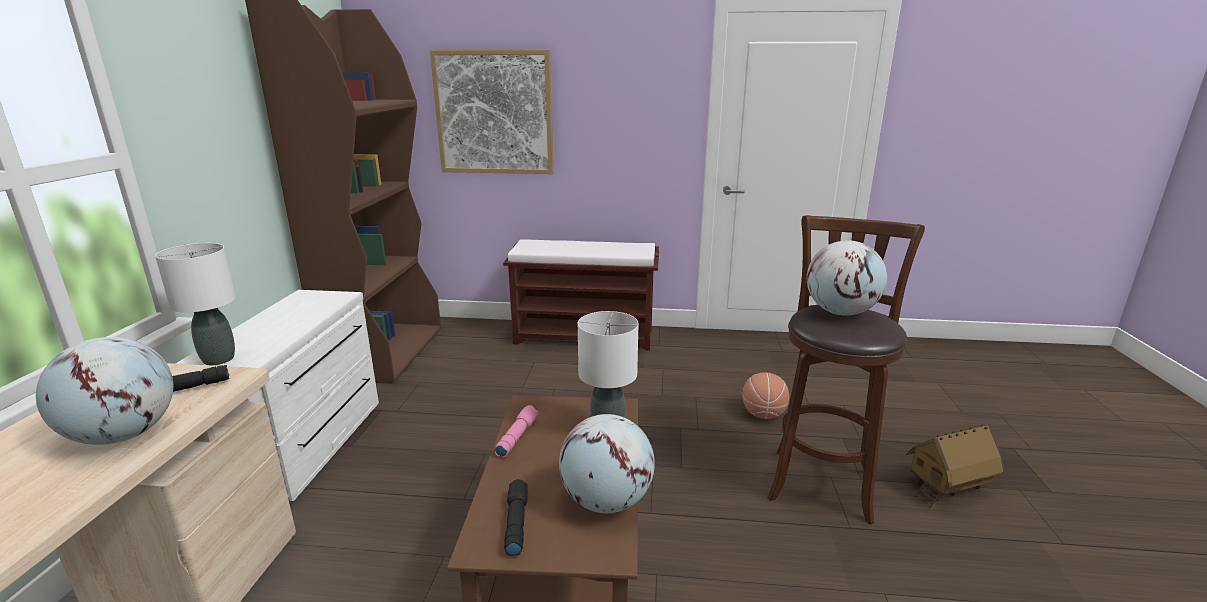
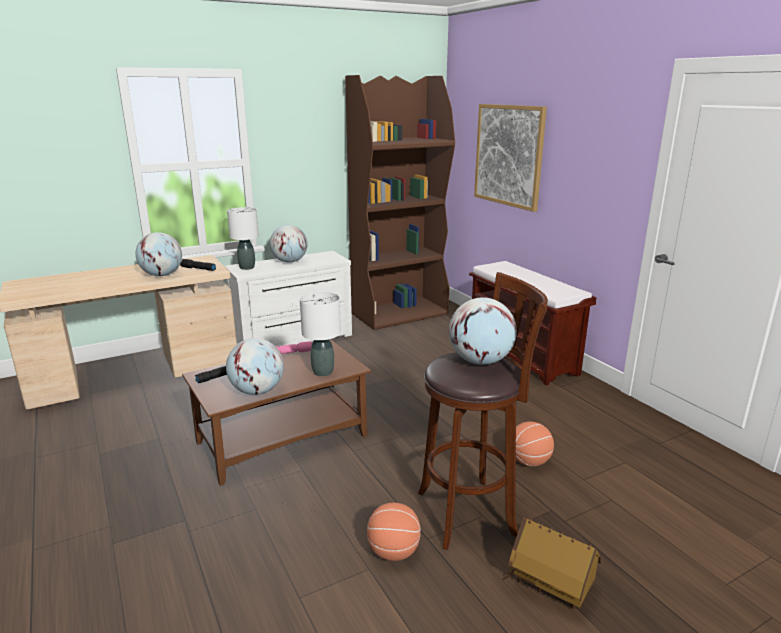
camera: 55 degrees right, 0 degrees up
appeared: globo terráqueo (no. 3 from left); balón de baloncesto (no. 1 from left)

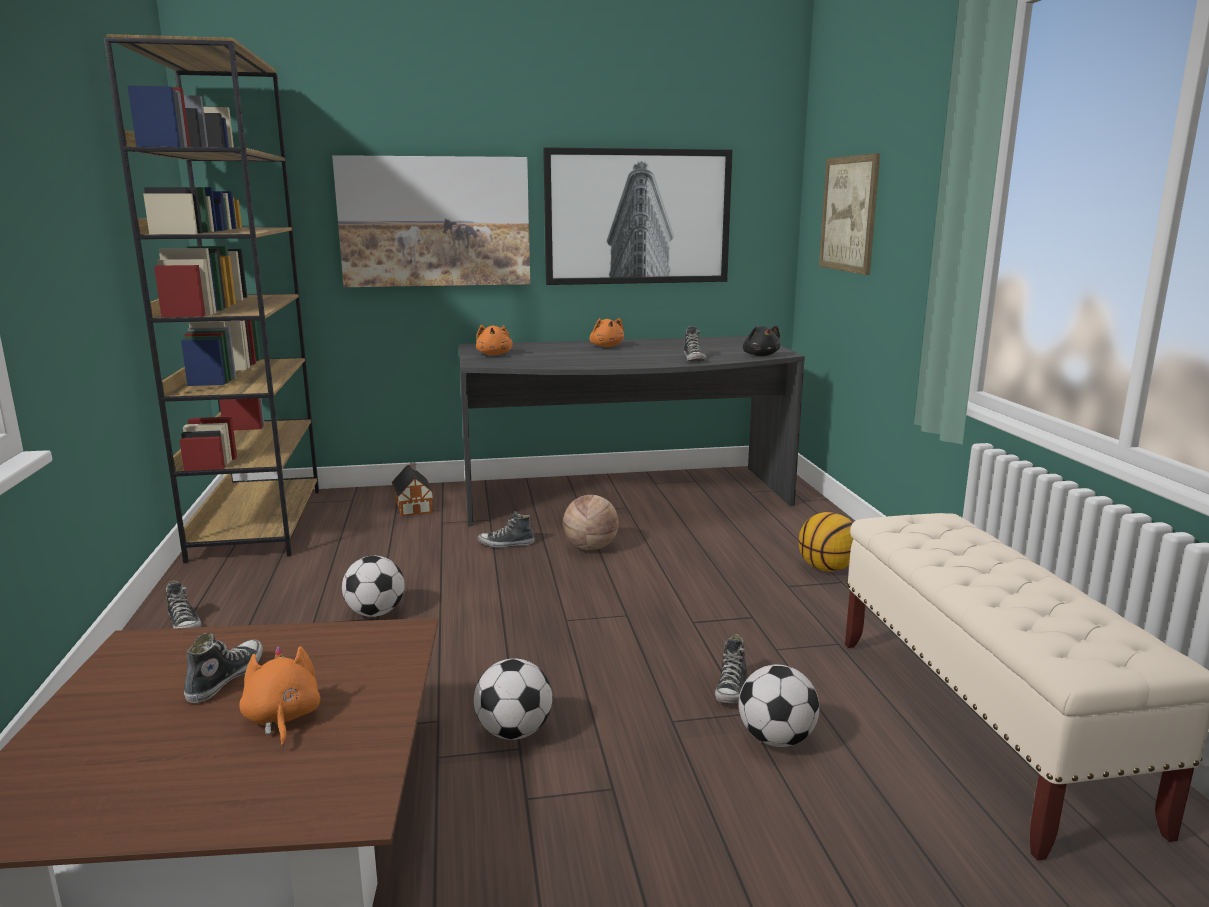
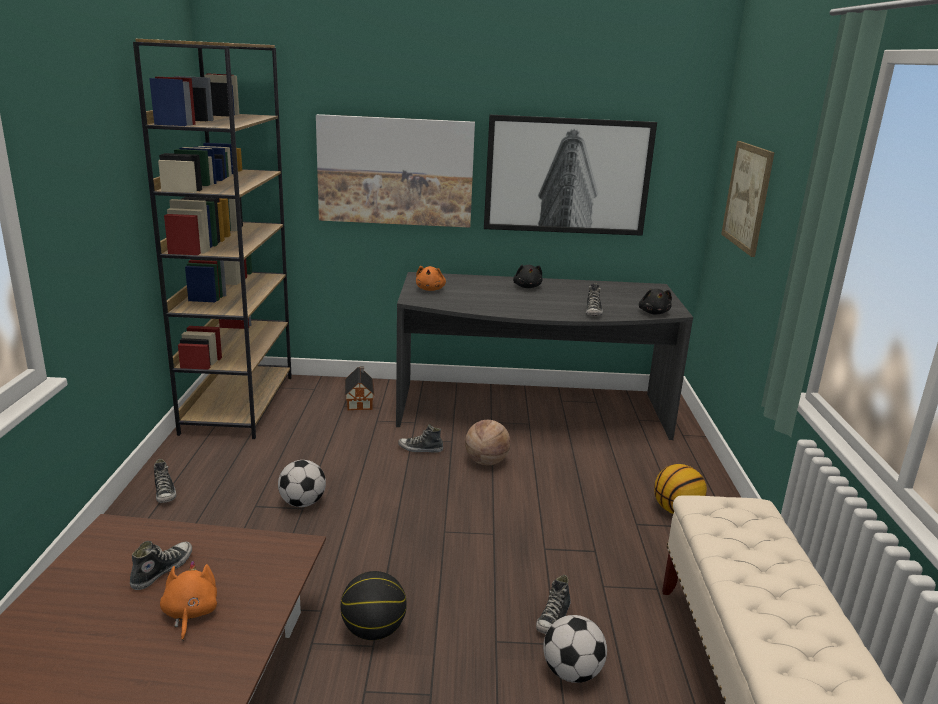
camera: 10 degrees right, 5 degrees up
exchanged: balón de fútbol (no. 2 from left) to balón de baloncesto (no. 1 from left)
colour: peluche/naranja (no. 3 from left) to peluche/negro (no. 1 from left)

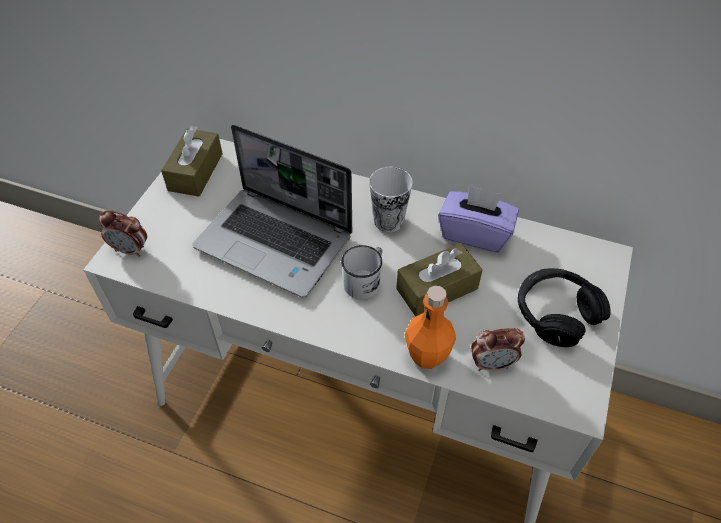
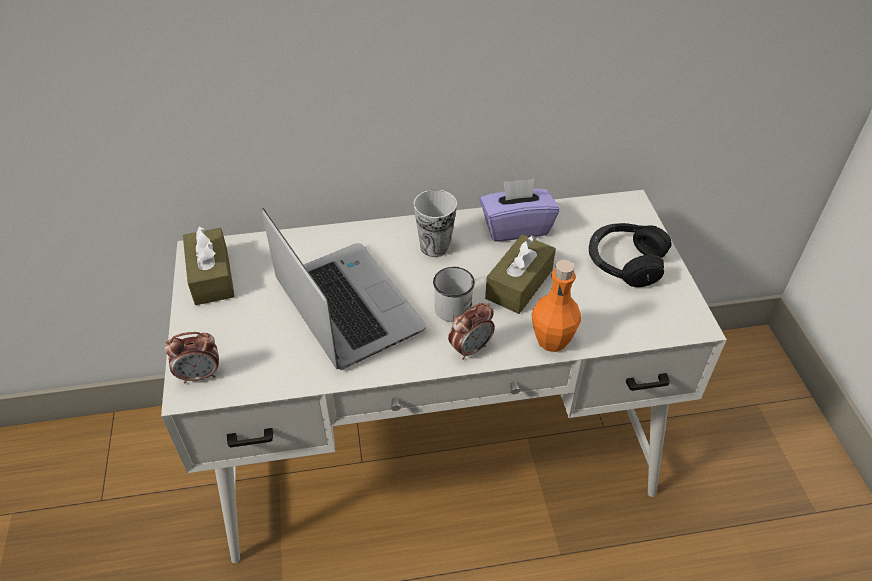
camera: 30 degrees left, 5 degrees down
relocated: despertador (no. 2 from left)
spun: portátil 120 degrees counterclockwise

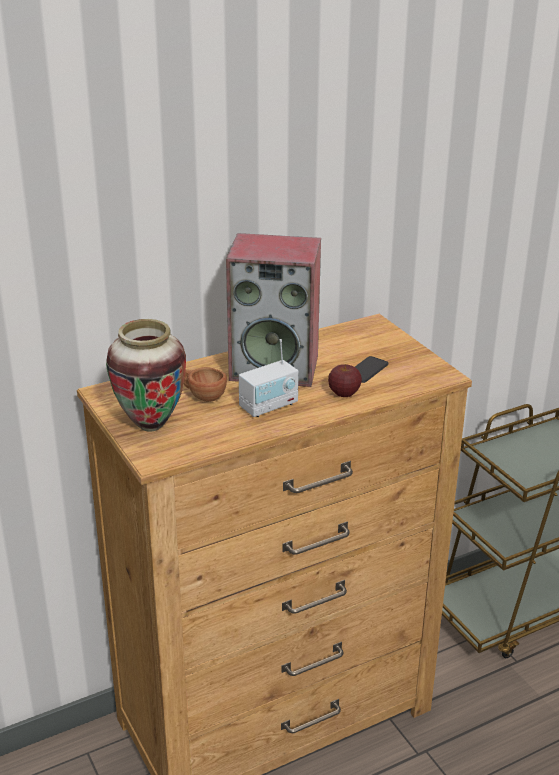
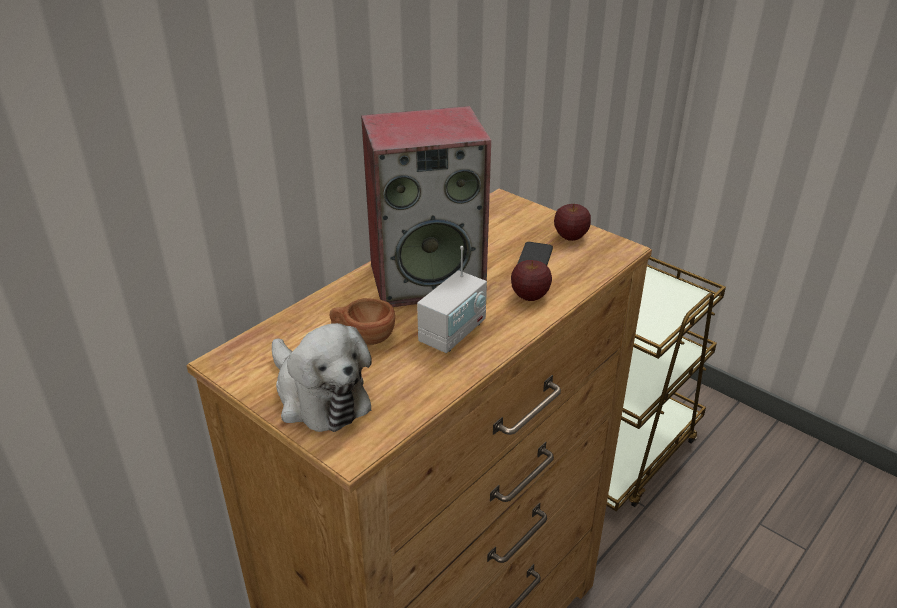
camera: 20 degrees left, 5 degrees up
appeared: manzana (no. 2 from left)
exchanged: florero to peluche

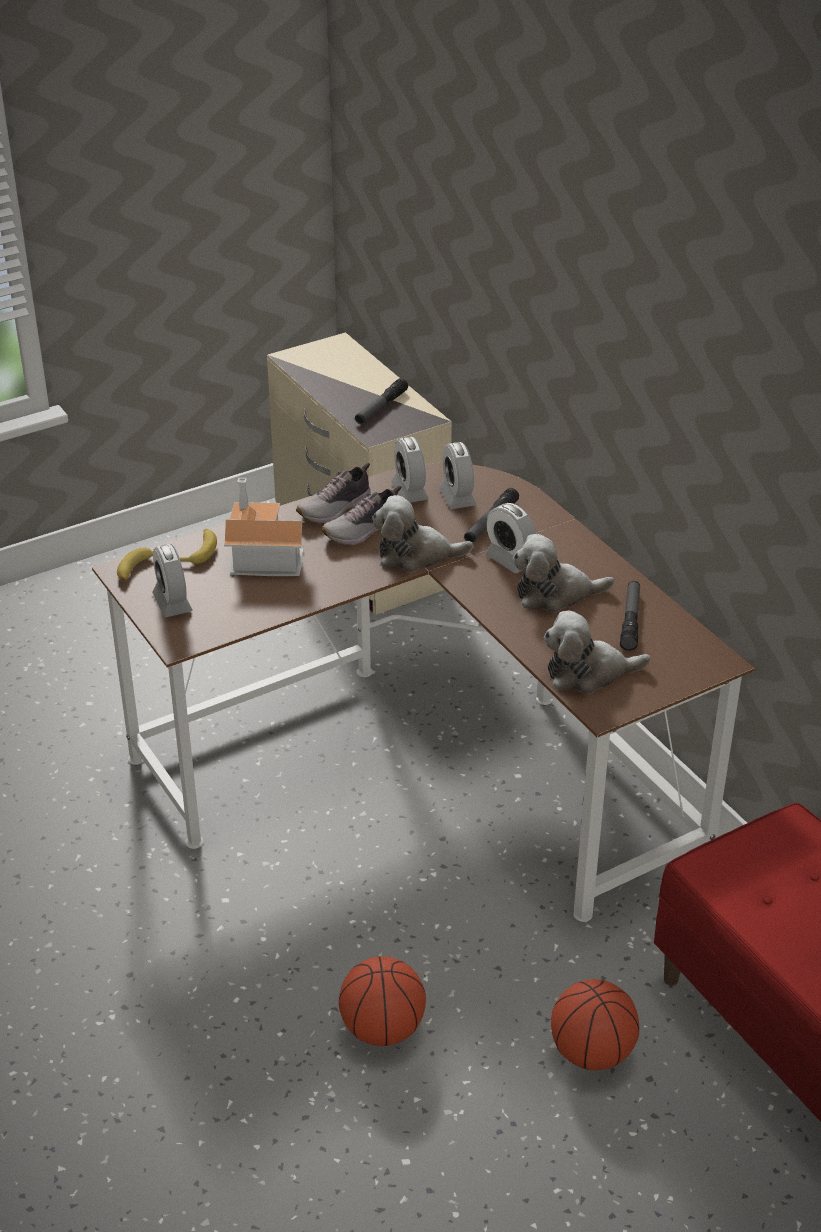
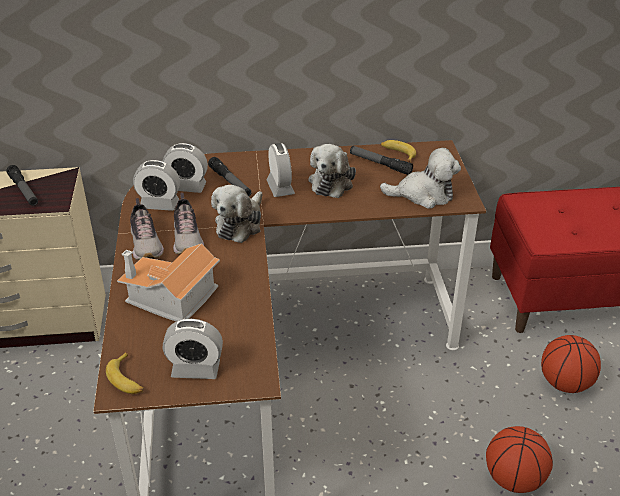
camera: 65 degrees left, 0 degrees up
relocated: plátano (no. 2 from left)
spun: despertador (no. 4 from left) 90 degrees counterclockwise; peluche (no. 3 from left) 105 degrees counterclockwise

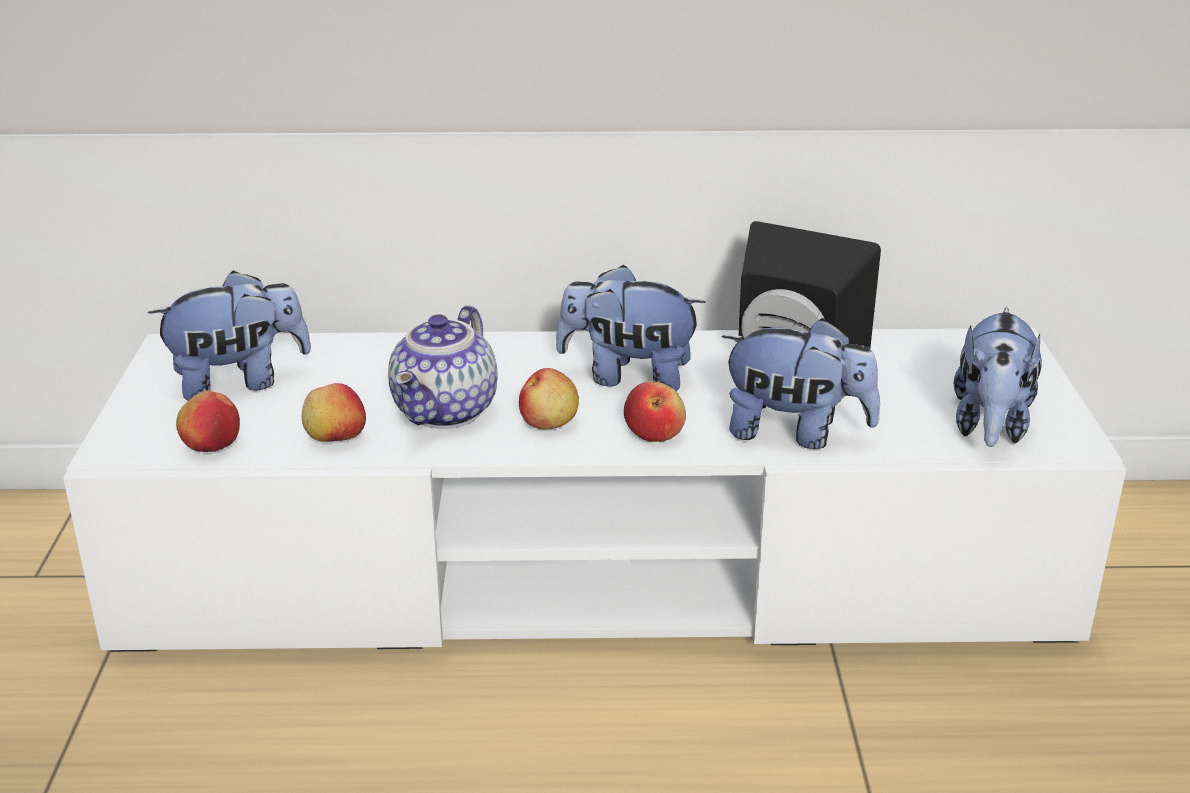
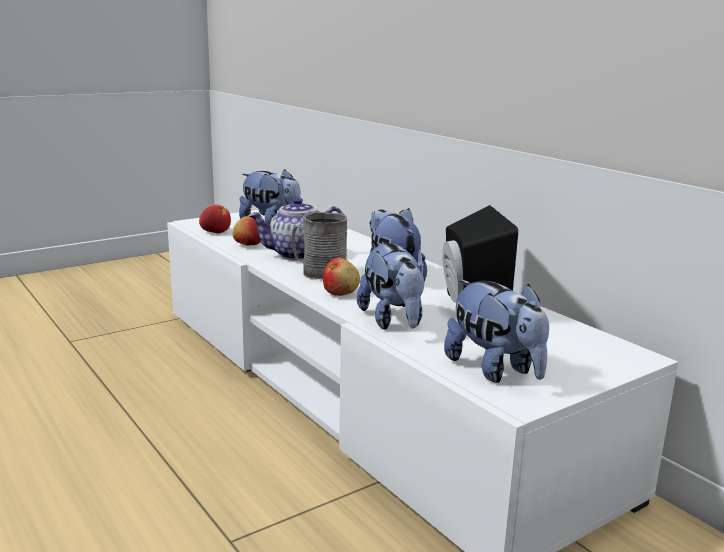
camera: 55 degrees right, 10 degrees down
exchanged: manzana (no. 3 from left) to taza grande/gris
spun: peluche (no. 4 from left) 105 degrees counterclockwise

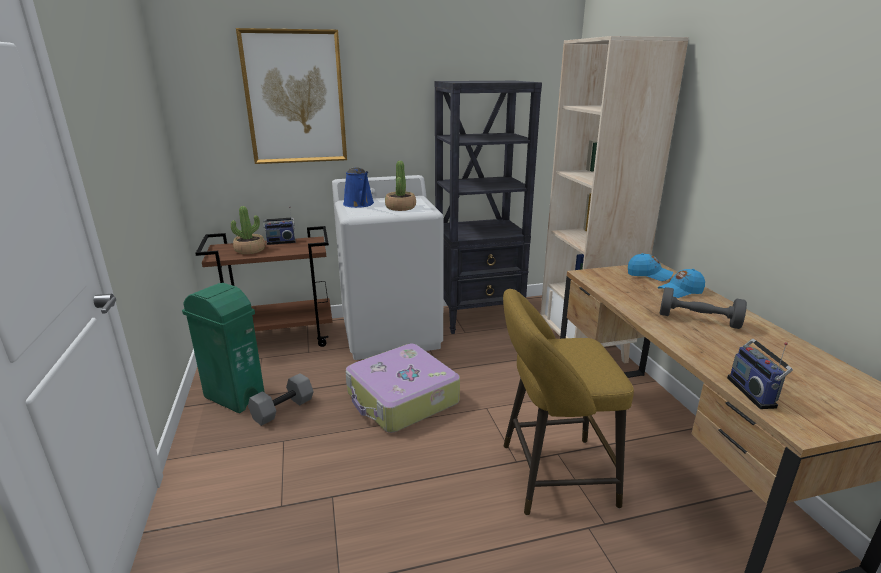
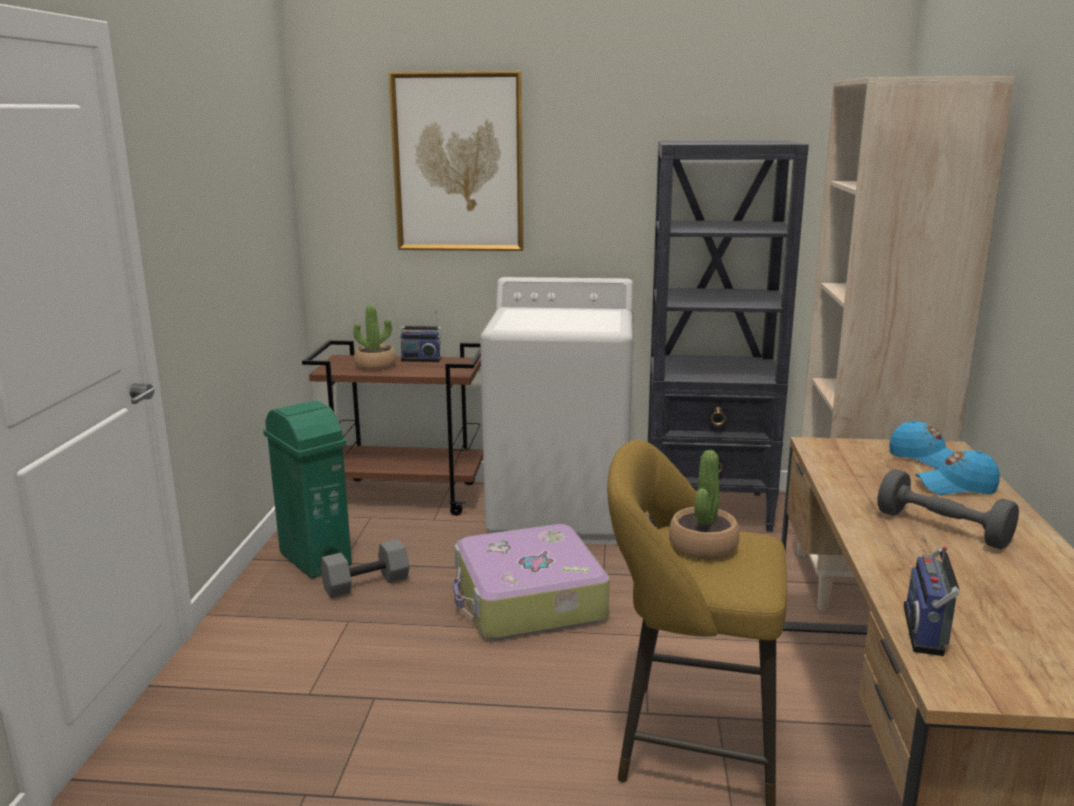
camera: 20 degrees right, 5 degrees down
missing: regadera/azul
relocated: planta en maceta (no. 2 from left)

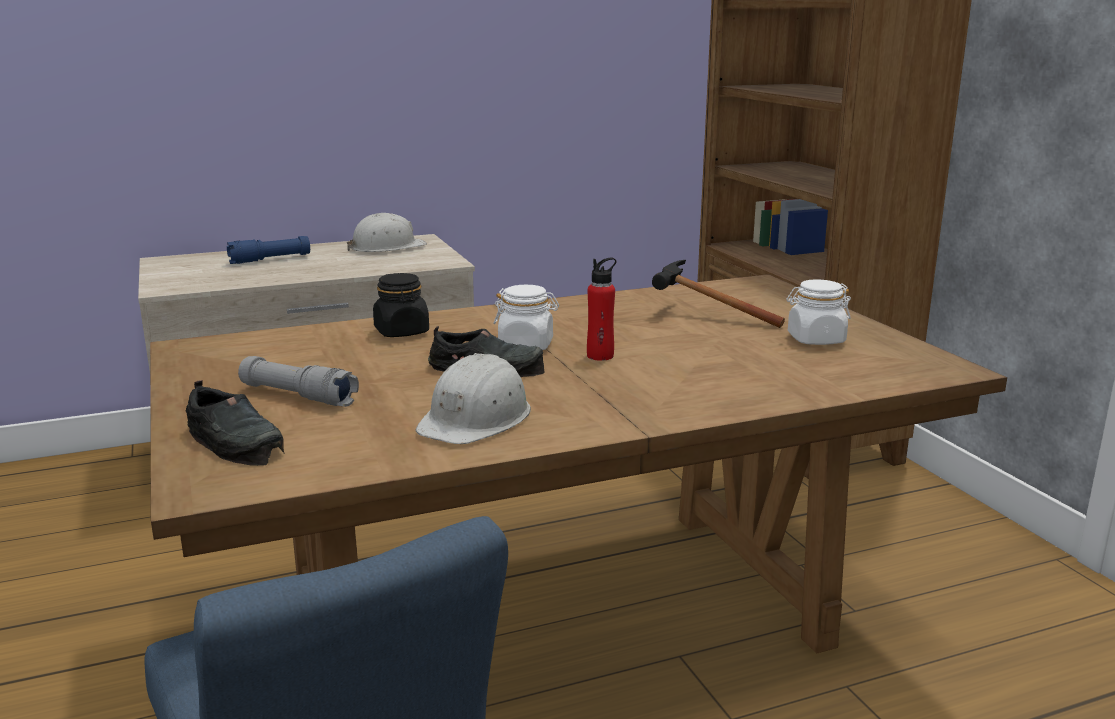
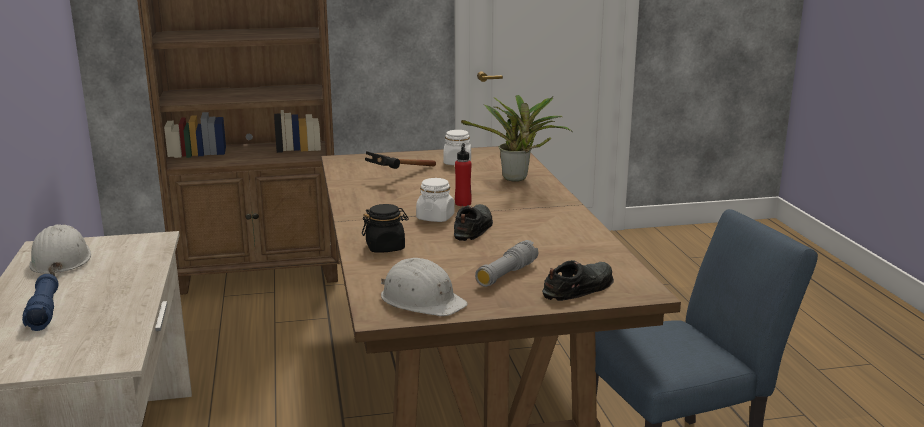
camera: 80 degrees left, 0 degrees up
appeared: planta en maceta
relocated: casco/blanco (no. 2 from left)

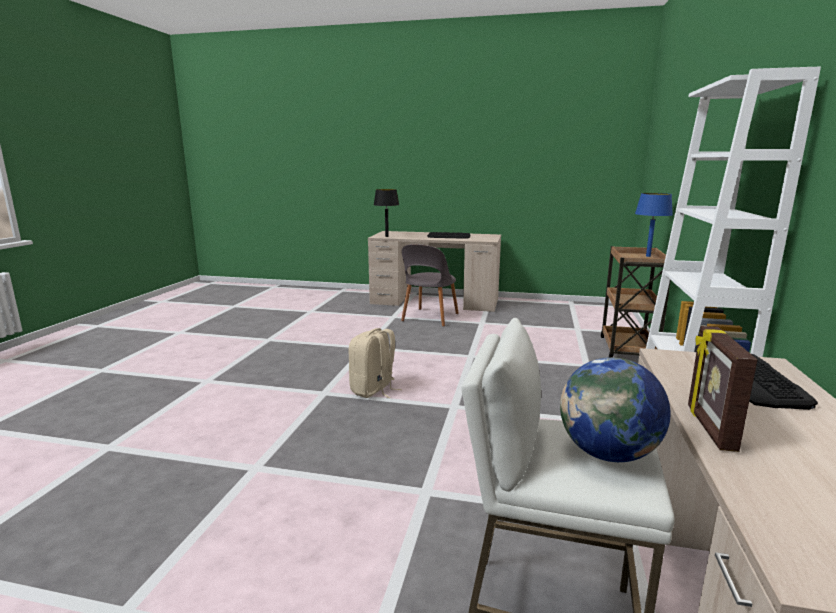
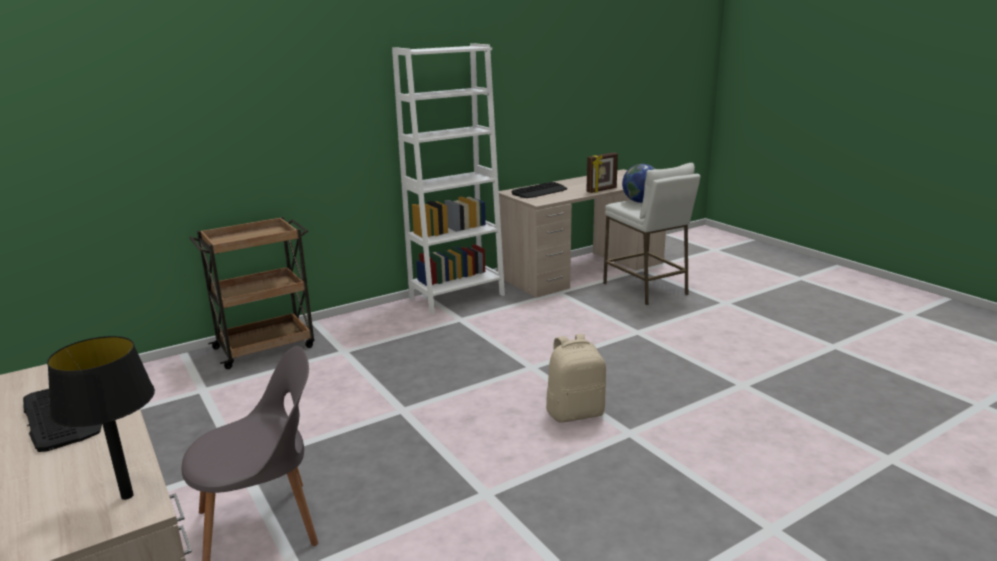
camera: 135 degrees left, 5 degrees up
missing: lámpara de mesa/azul

